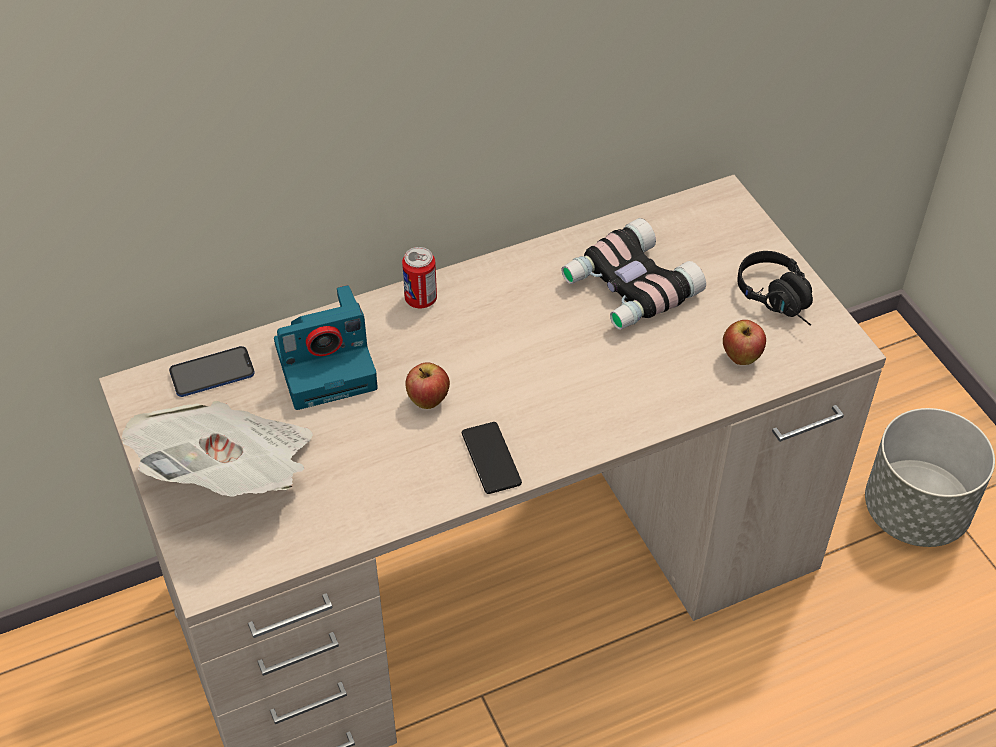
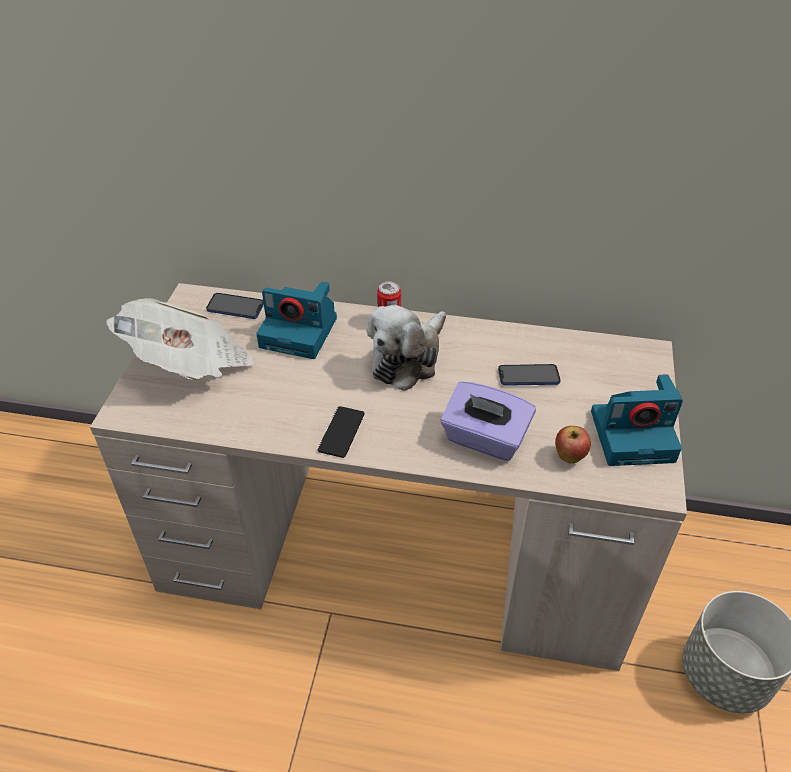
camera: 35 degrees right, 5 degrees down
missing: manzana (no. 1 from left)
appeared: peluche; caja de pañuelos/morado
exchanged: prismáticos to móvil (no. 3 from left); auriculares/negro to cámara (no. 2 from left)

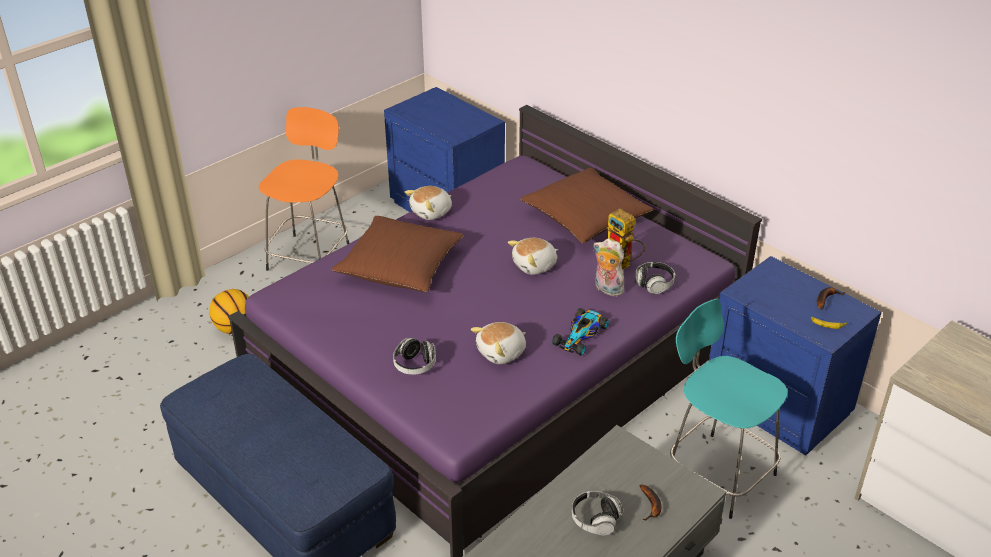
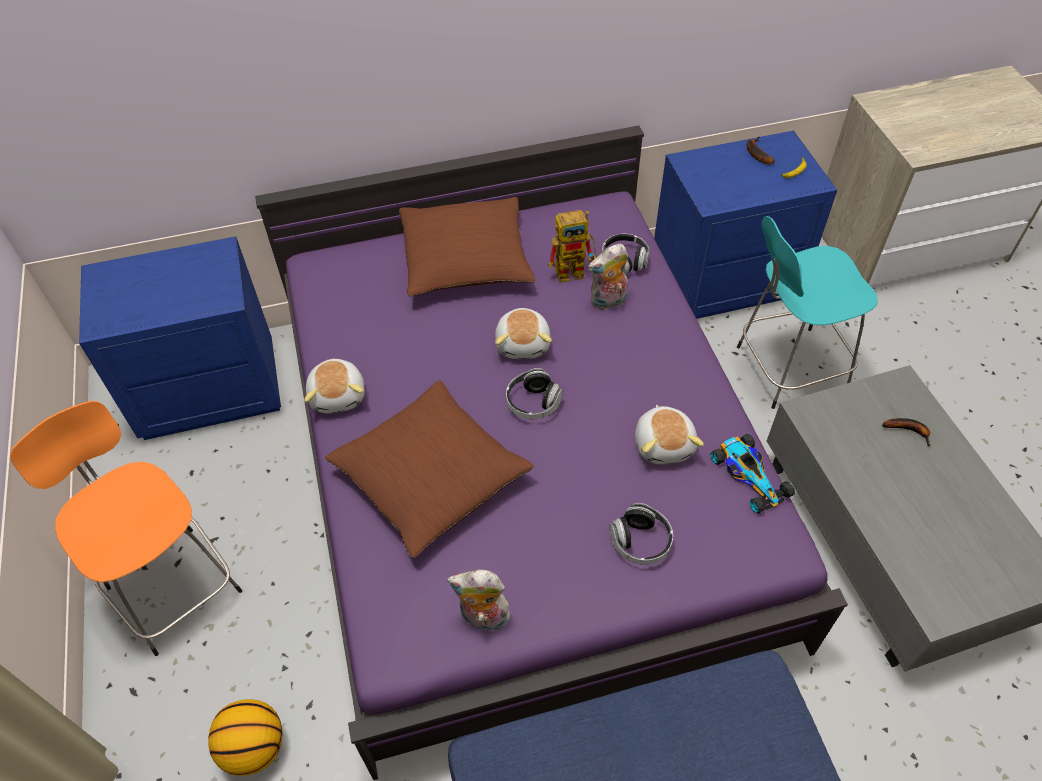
camera: 60 degrees left, 15 degrees up
appeared: peluche (no. 2 from left)
relocated: auriculares (no. 2 from left in the first image) to auriculares (no. 1 from left); coche de juguete

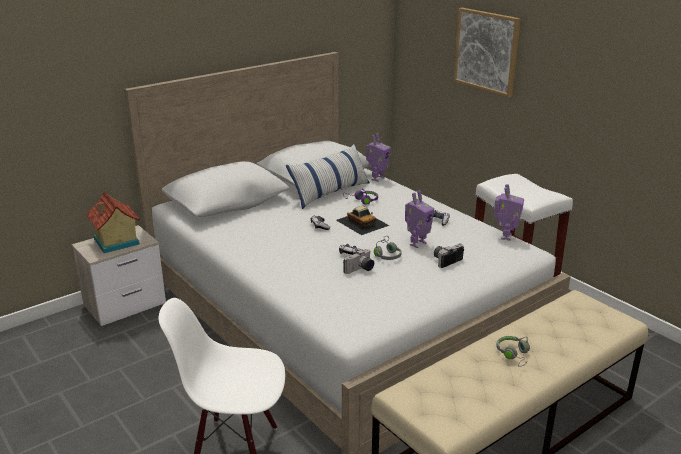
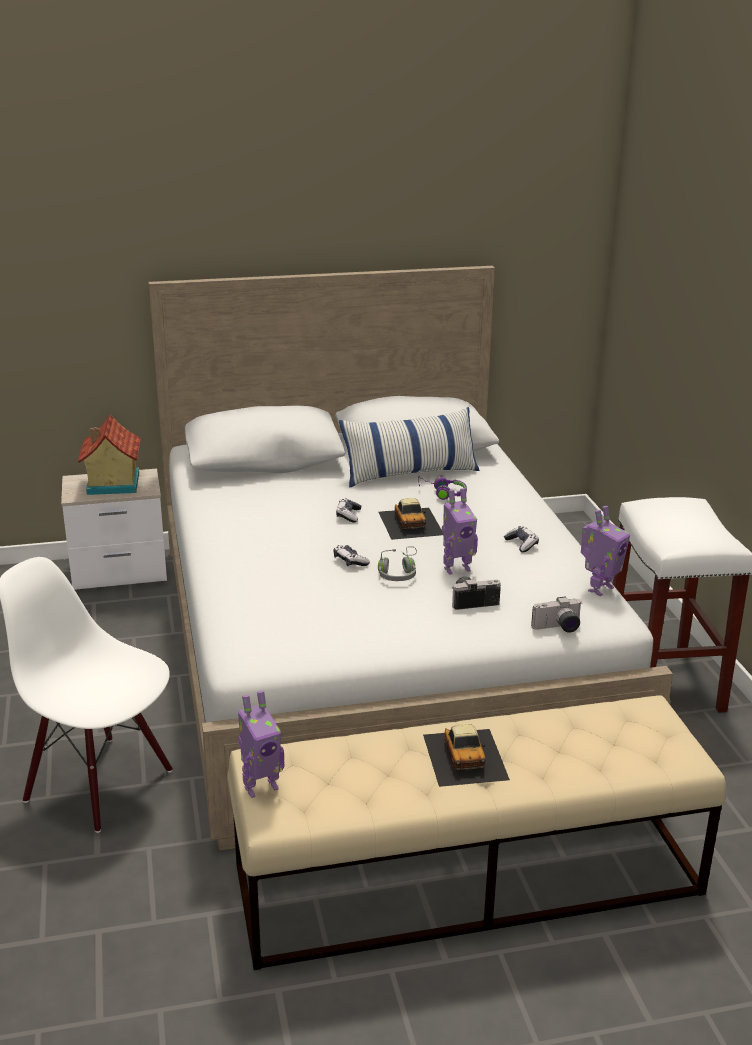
camera: 25 degrees right, 0 degrees up
missing: cuadro
relocated: robot de juguete (no. 1 from left); cámara (no. 1 from left in the first image) to cámara (no. 2 from left)
exchanged: auriculares/gris (no. 2 from left) to coche de juguete (no. 2 from left)

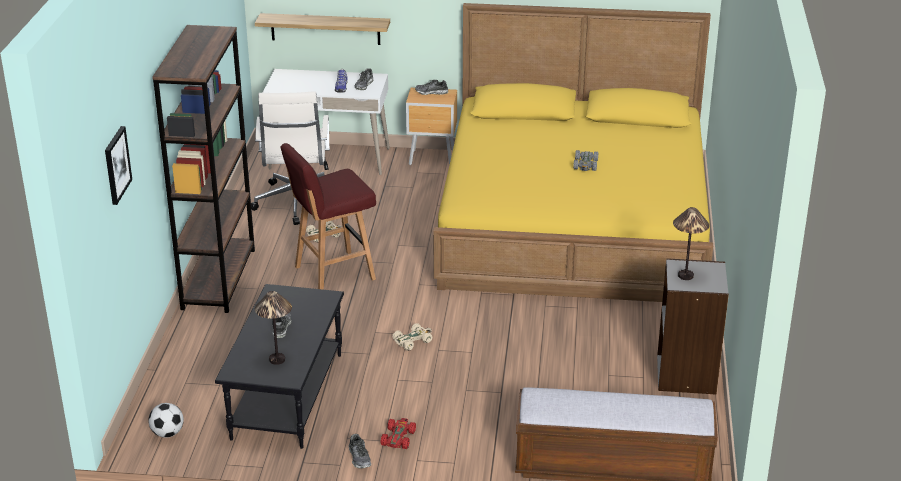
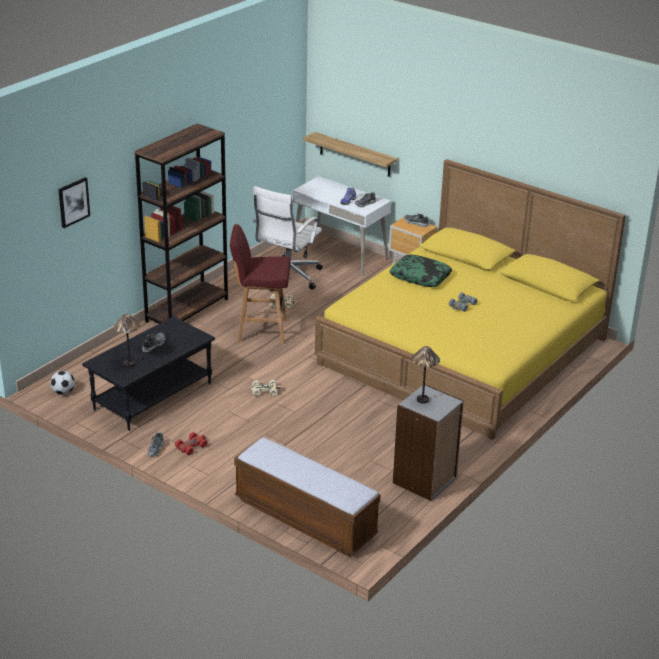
camera: 30 degrees right, 0 degrees up
appeared: cojín

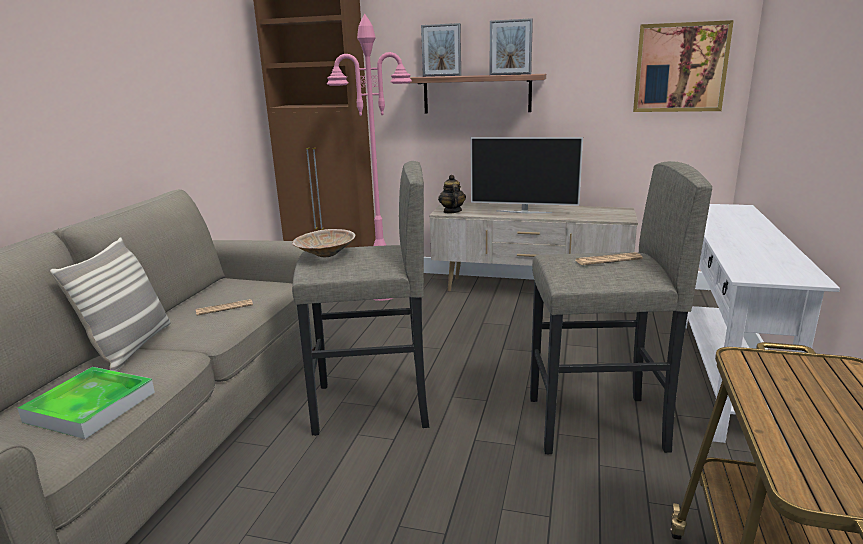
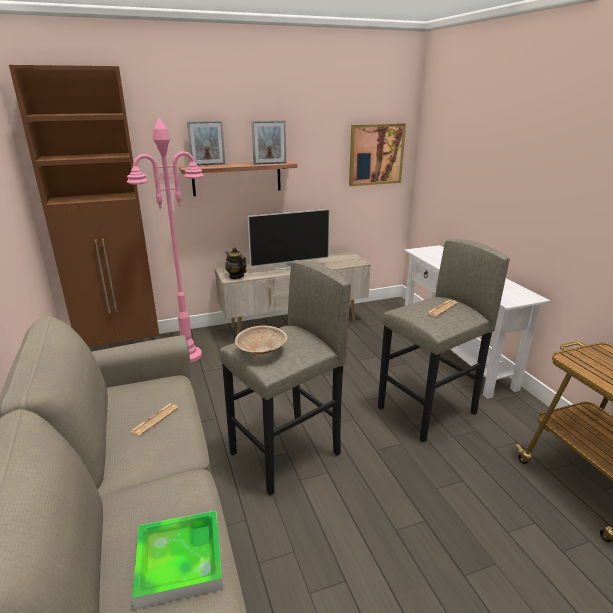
camera: 35 degrees left, 5 degrees up
missing: cojín

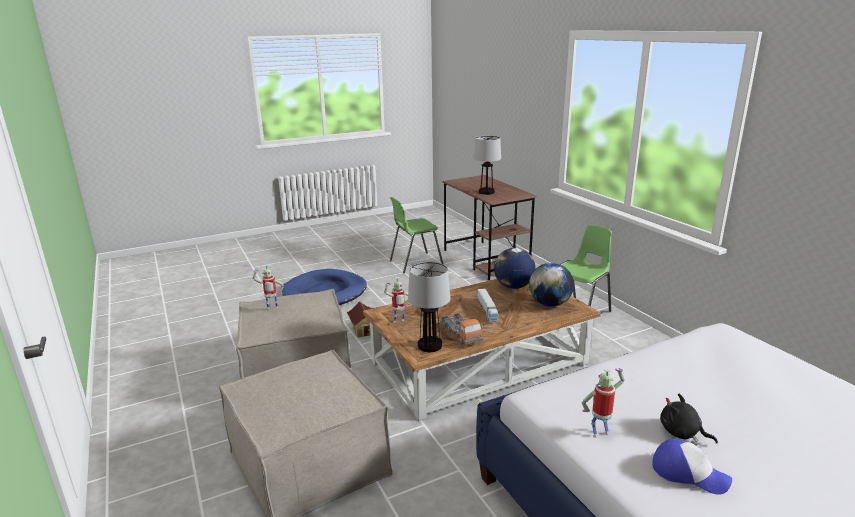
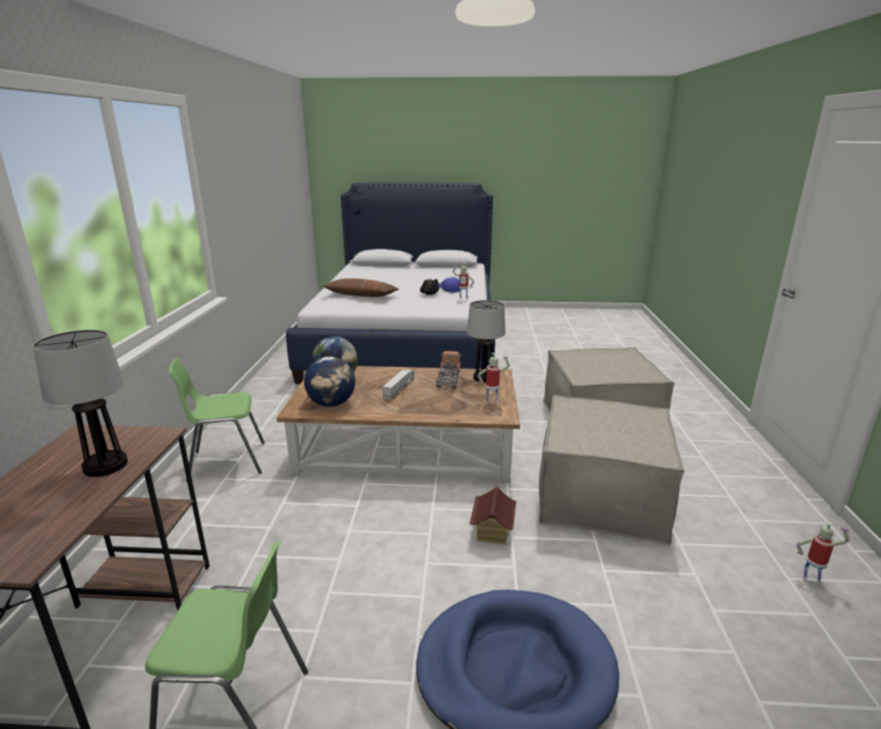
camera: 150 degrees left, 0 degrees up
appeared: cojín/marrón
relocated: robot de juguete (no. 1 from left in the first image) to robot de juguete (no. 3 from left)

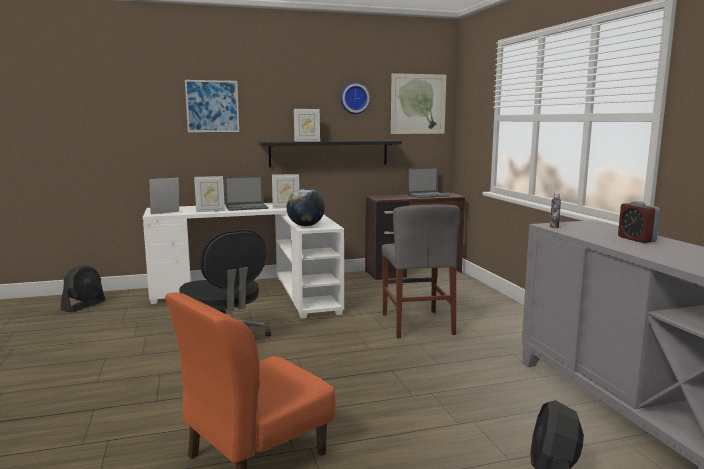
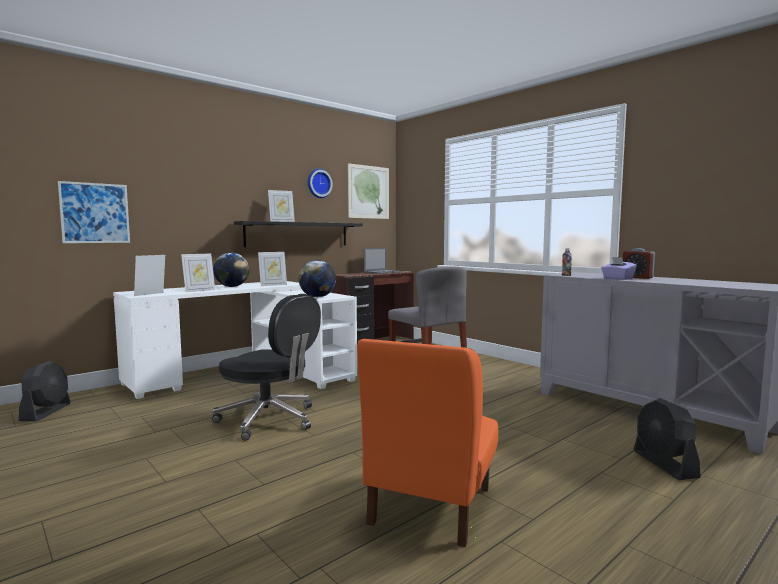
camera: 25 degrees left, 5 degrees down
appeared: caja de pañuelos/morado
relocated: cuadro (no. 1 from left)
exchanged: portátil (no. 1 from left) to globo terráqueo (no. 1 from left)

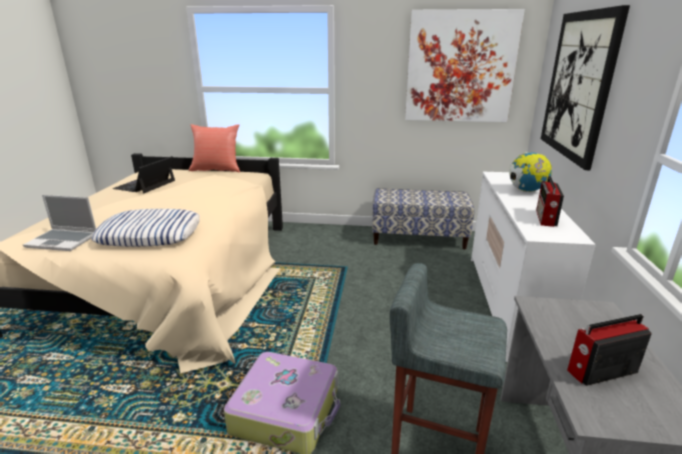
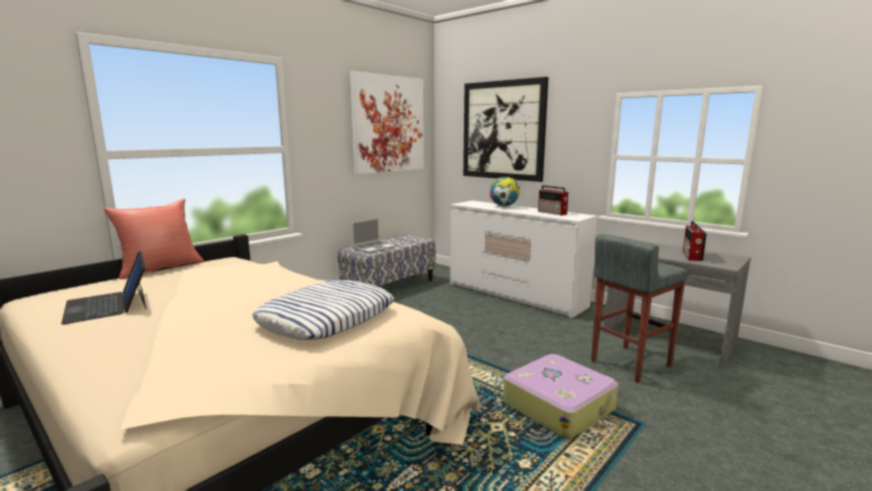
camera: 55 degrees left, 10 degrees down
relocated: portátil (no. 1 from left in the first image) to portátil (no. 2 from left)

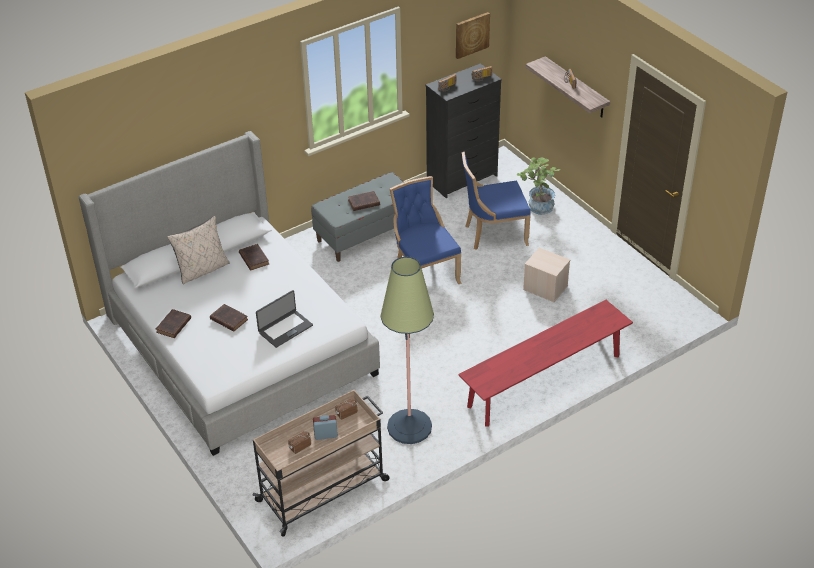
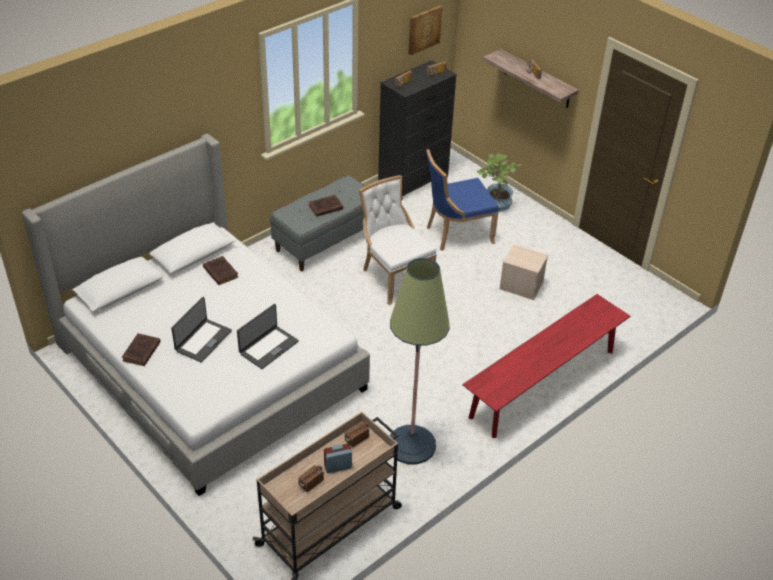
camera: 10 degrees left, 0 degrees up
missing: cojín/beis
exchanged: libro/marrón (no. 2 from left) to portátil (no. 1 from left)
colour: silla/azul (no. 1 from left) to silla/blanco

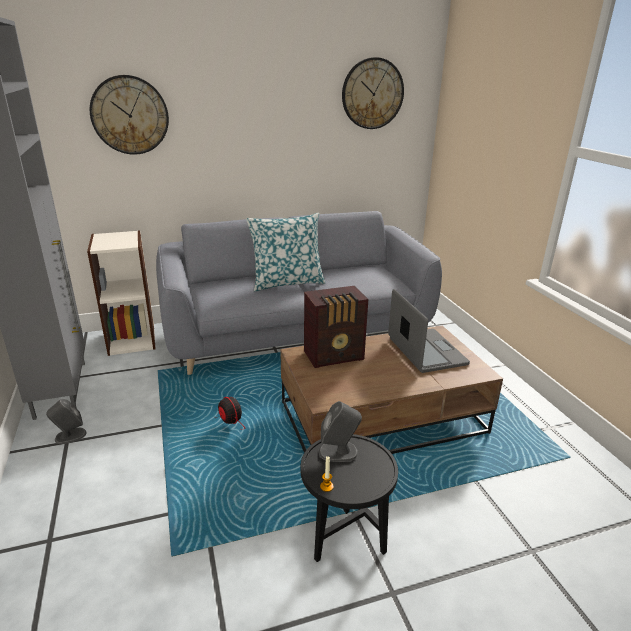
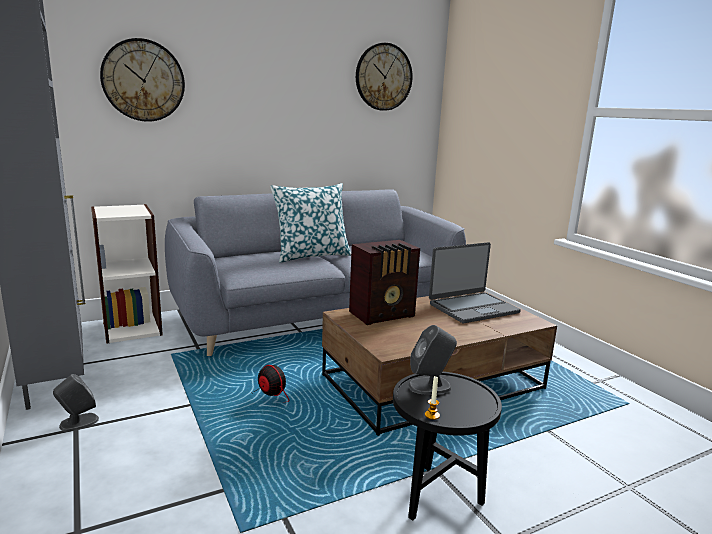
camera: 10 degrees left, 10 degrees down
spun: portátil 90 degrees clockwise

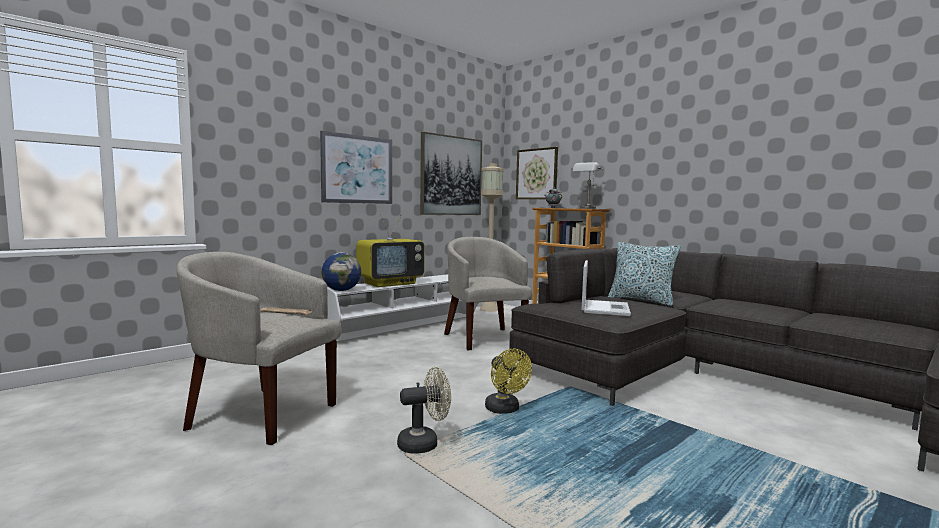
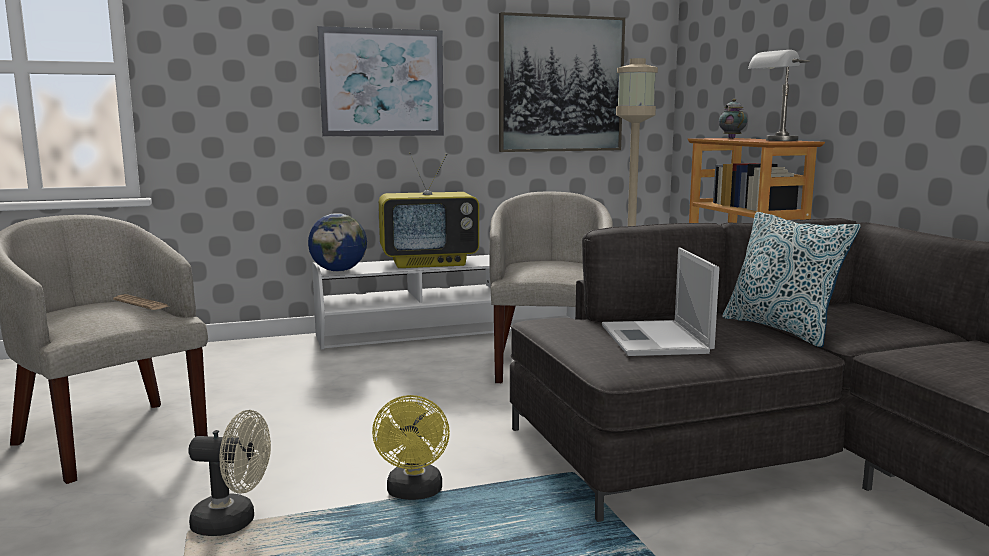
camera: 25 degrees right, 5 degrees up
missing: cuadro (no. 3 from left)
spun: portátil 135 degrees clockwise

